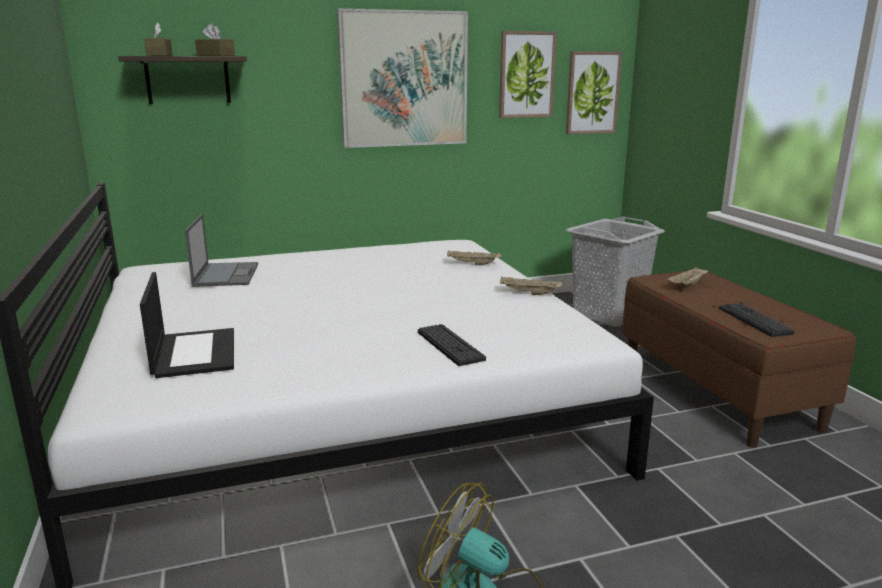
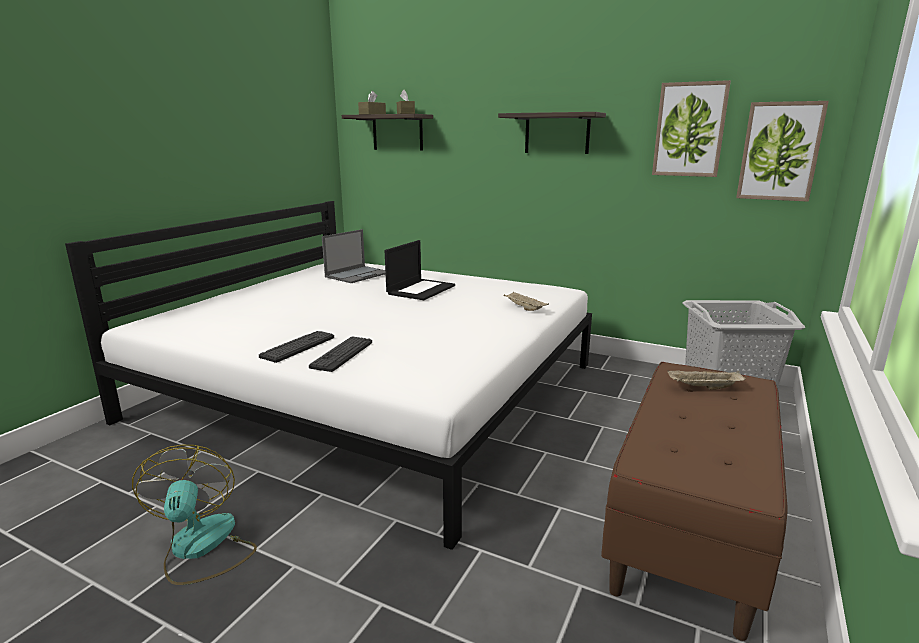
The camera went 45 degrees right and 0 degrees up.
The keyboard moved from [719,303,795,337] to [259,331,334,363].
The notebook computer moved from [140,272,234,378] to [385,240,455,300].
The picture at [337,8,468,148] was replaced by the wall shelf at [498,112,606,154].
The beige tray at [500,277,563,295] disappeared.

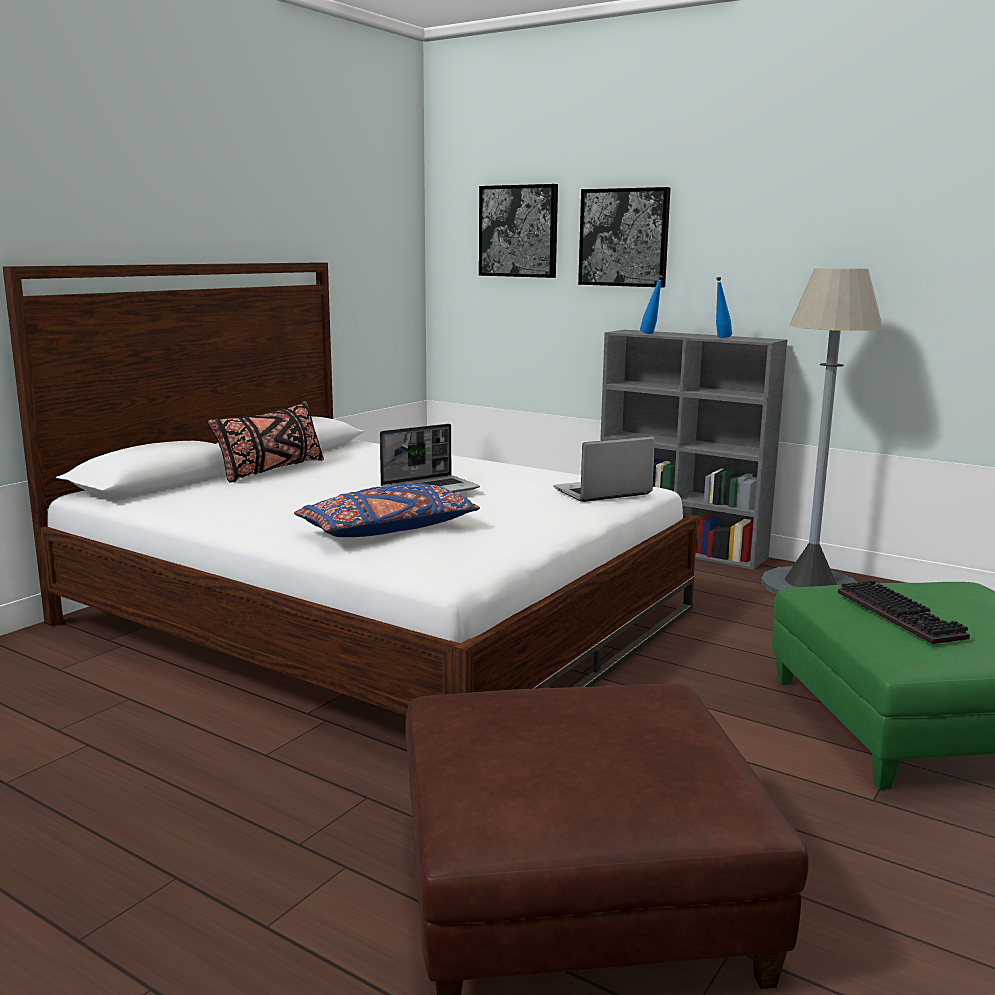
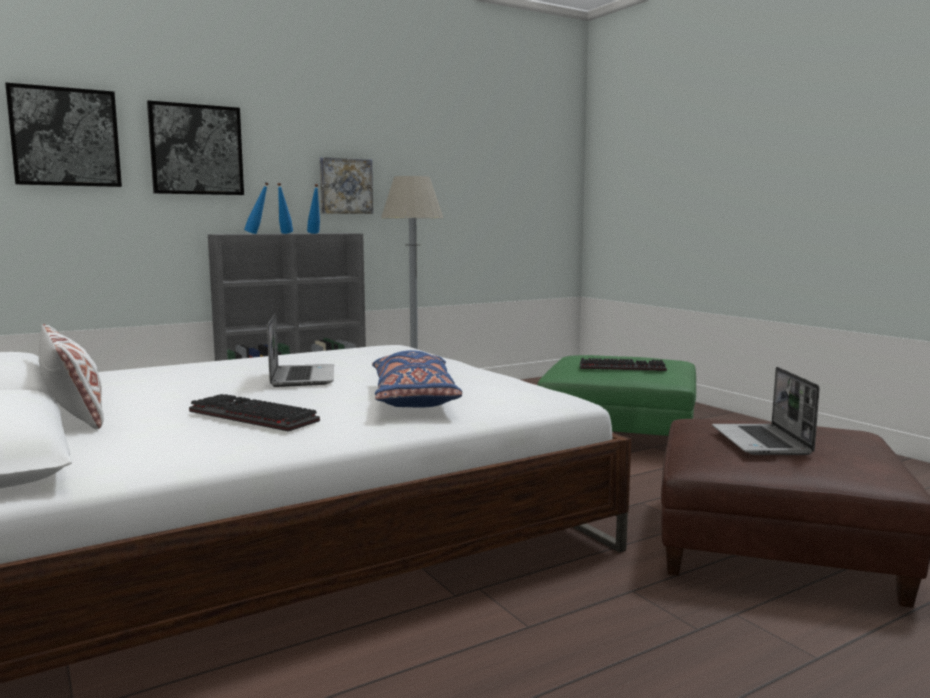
The camera went 65 degrees left and 5 degrees down.
The black throw pillow at [208,401,324,483] became the white-coloured throw pillow at [38,324,104,429].
The keyboard at [189,394,320,432] appeared.
The blue-coloured beverage bottle at [277,183,293,234] appeared.
The picture at [320,157,373,214] appeared.
The notebook computer moved from [553,436,655,502] to [712,367,820,455].

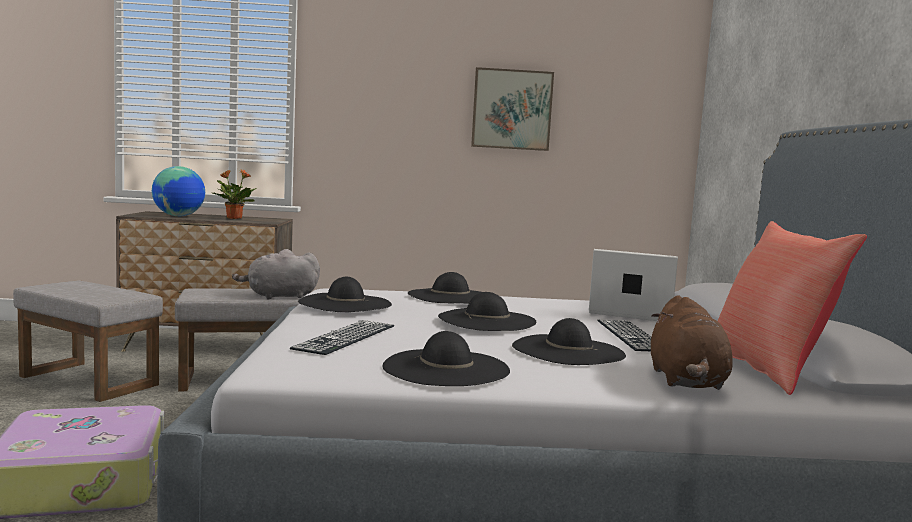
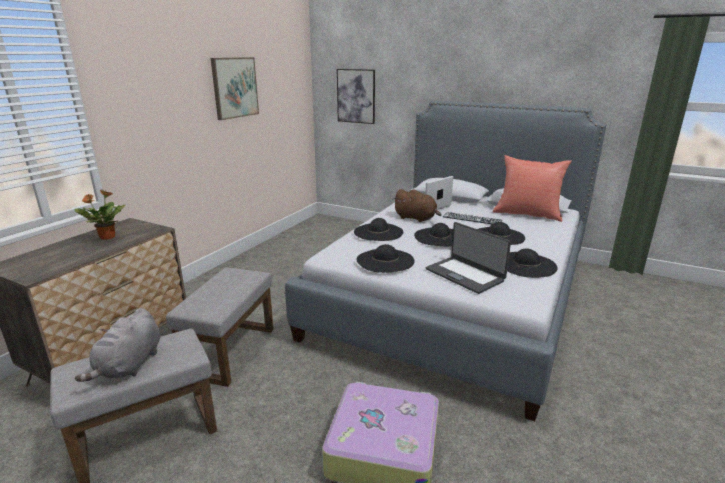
The camera went 60 degrees left and 15 degrees up.
The greyish cuddly toy moved from [232,249,320,299] to [75,308,160,382].
The picture at [337,69,375,124] appeared.
The brown-coloured cuddly toy moved from [651,295,733,390] to [393,189,442,222].
The keyboard at [290,320,394,355] was replaced by the notebook computer at [426,222,511,294].
The desk globe at [152,166,205,216] disappeared.

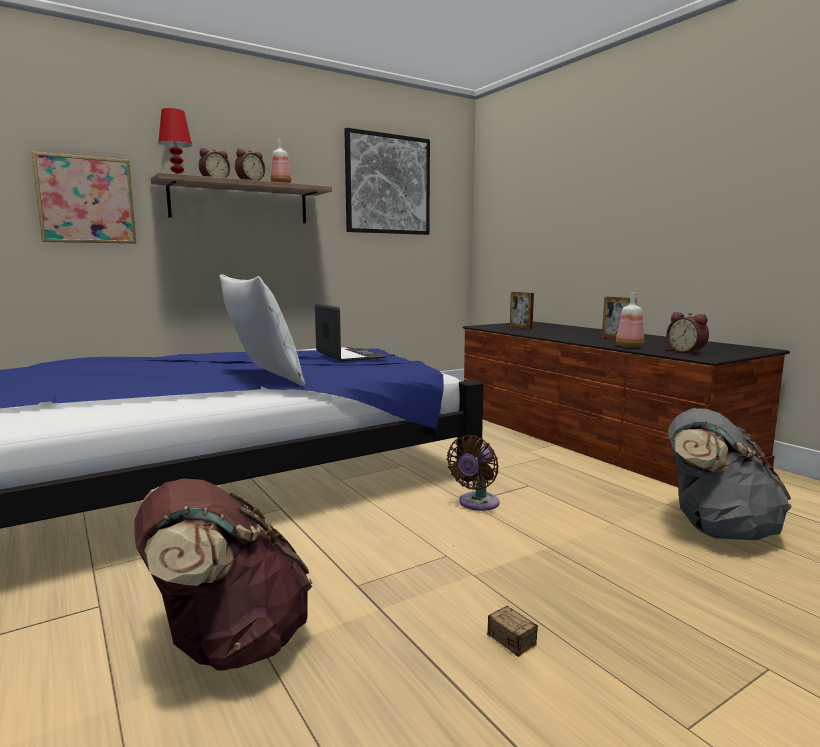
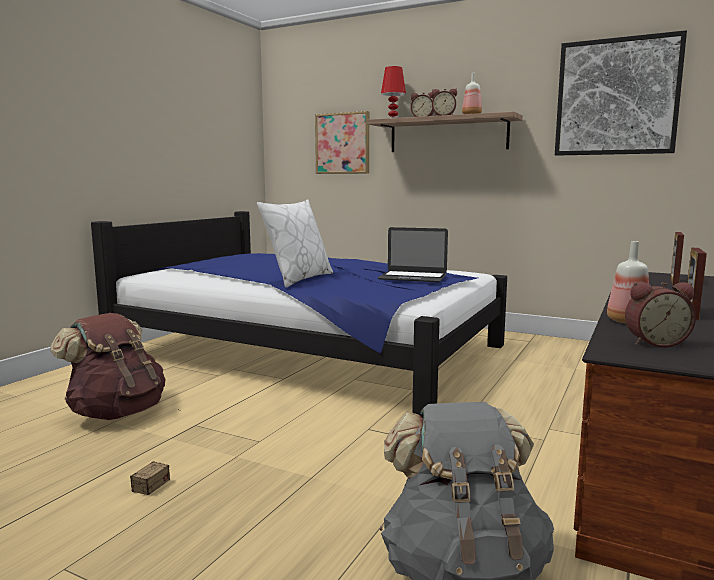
The camera went 60 degrees right and 0 degrees up.
The notebook computer at [315,303,387,361] turned 75 degrees clockwise.
The table clock at [666,312,709,354] turned 120 degrees counterclockwise.
The brown-coloured cooling fan at [447,435,500,511] disappeared.

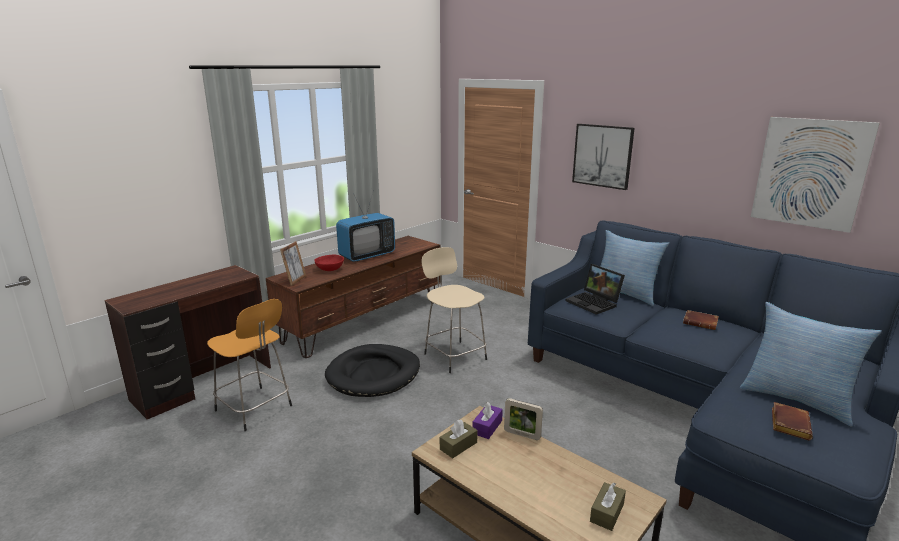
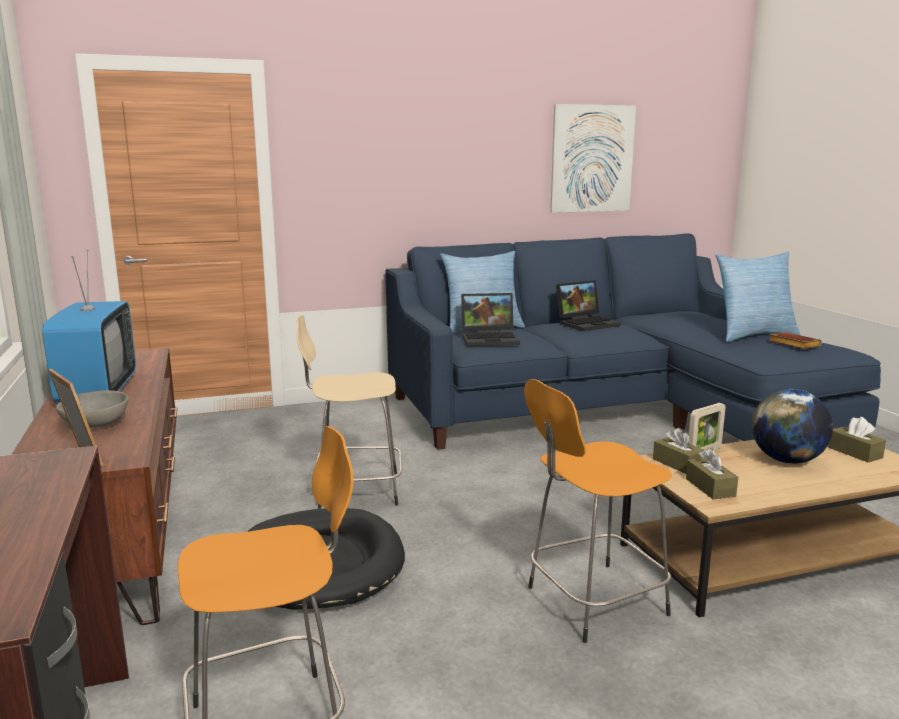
The camera went 60 degrees left and 5 degrees down.
The reddish deep dish at [314,255,344,271] became the greyish deep dish at [56,390,129,428].
The orangey stool at [524,379,672,643] appeared.
The brown-coloured book at [683,310,719,330] was replaced by the notebook computer at [556,280,621,331].
The purplish box of tissues at [472,402,503,439] became the brown-coloured box of tissues at [653,428,706,474].
The desk globe at [751,389,833,464] appeared.
The picture at [572,124,635,190] disappeared.

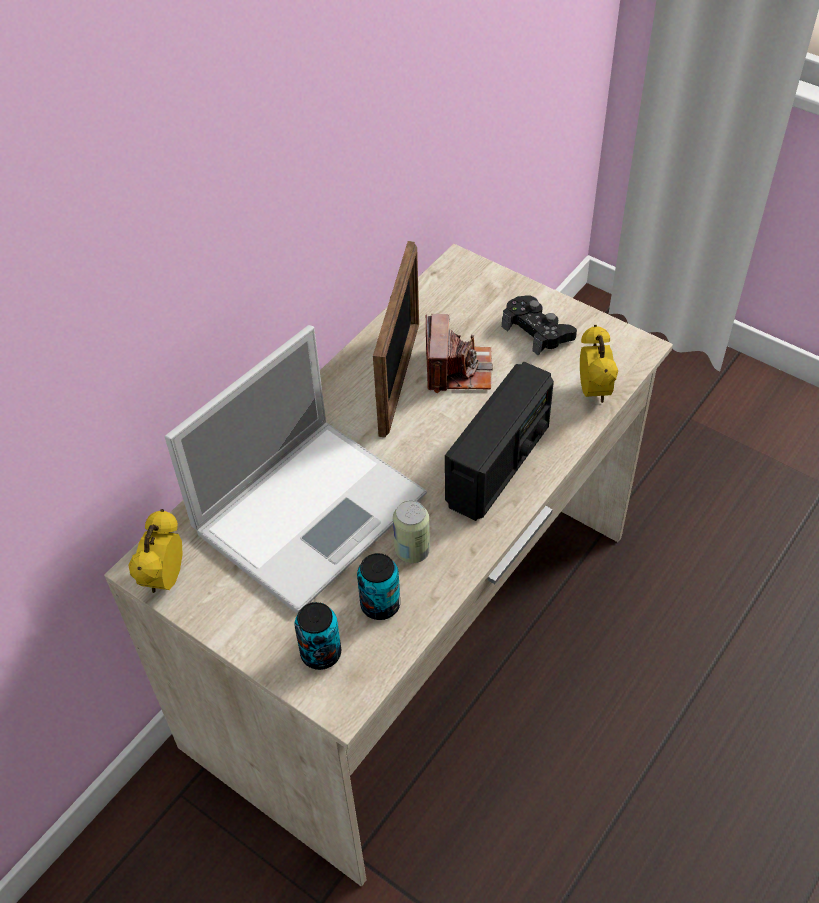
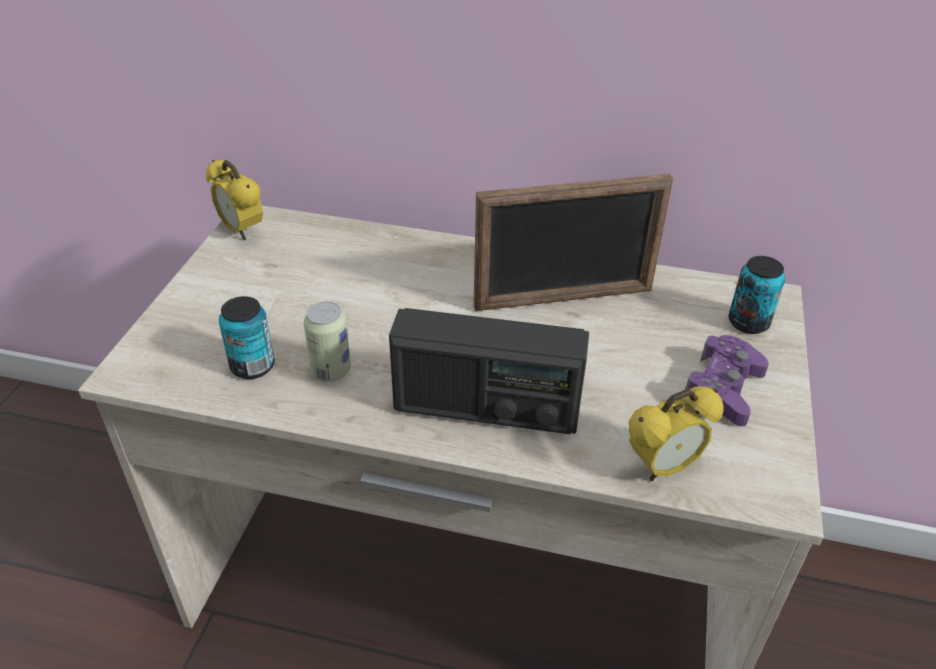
The camera went 65 degrees right and 10 degrees down.
The table clock at [129,509,183,593] turned 120 degrees counterclockwise.
The black gamepad at [502,295,577,356] became the purplish gamepad at [684,335,769,426].
The metal can moved from [294,602,341,670] to [728,256,785,334].
The notebook computer at [165,325,427,614] disappeared.
The photo camera at [426,314,493,393] disappeared.

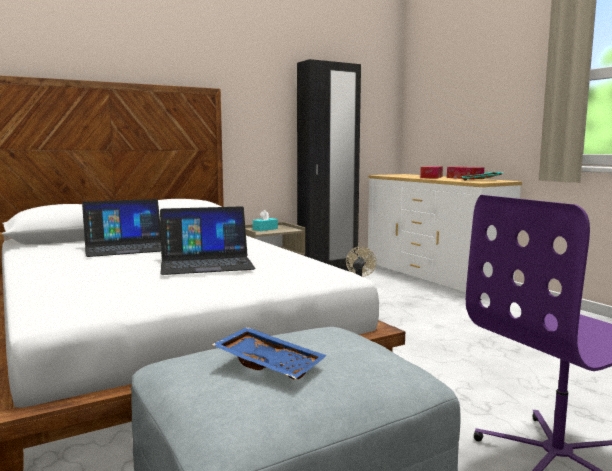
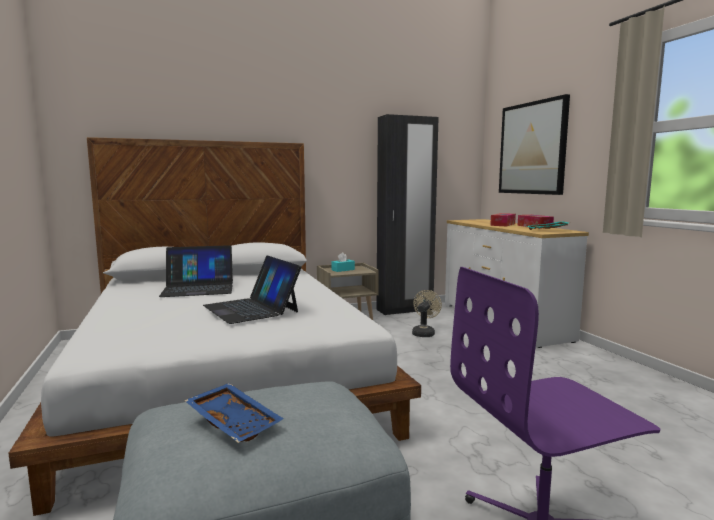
The camera went 10 degrees right and 0 degrees up.
The notebook computer at [160,206,256,275] turned 60 degrees clockwise.
The picture at [499,94,570,195] appeared.

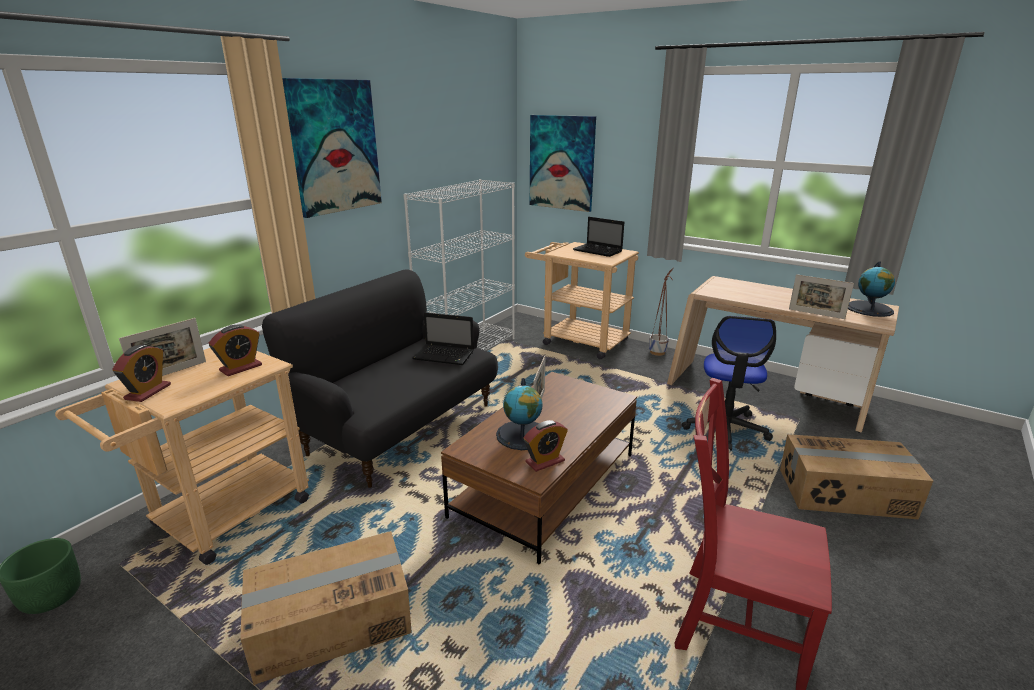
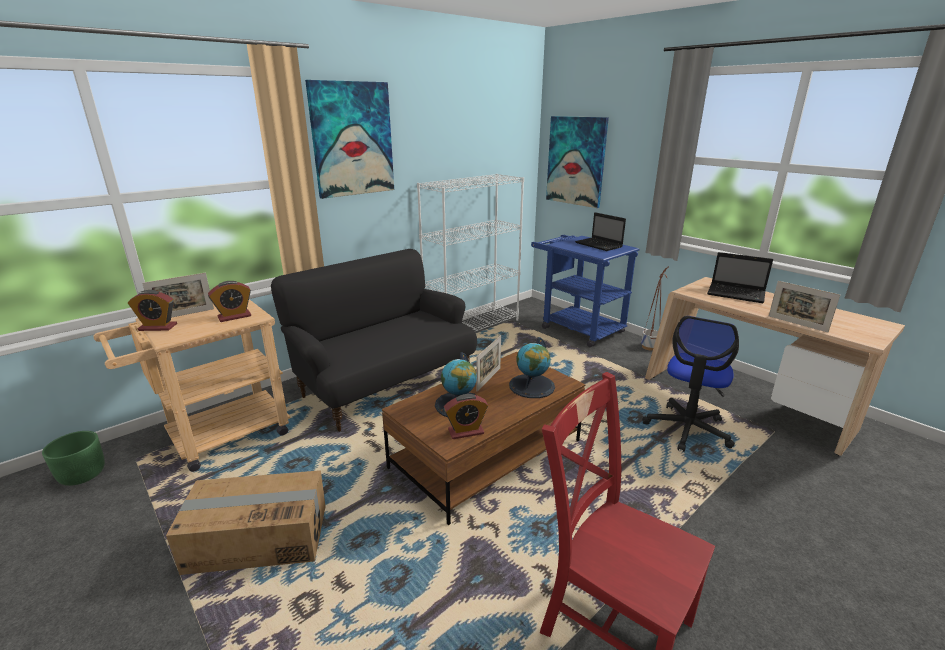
The camera went 15 degrees right and 0 degrees up.
The table clock at [112,345,171,402] turned 60 degrees clockwise.
The desk globe moved from [848,261,895,317] to [509,337,555,398].
The beige wheeled cart at [525,242,639,359] became the blue-coloured wheeled cart at [531,235,639,347].
The notebook computer moved from [412,312,474,365] to [707,252,773,303].
The cardboard box at [780,434,933,520] disappeared.

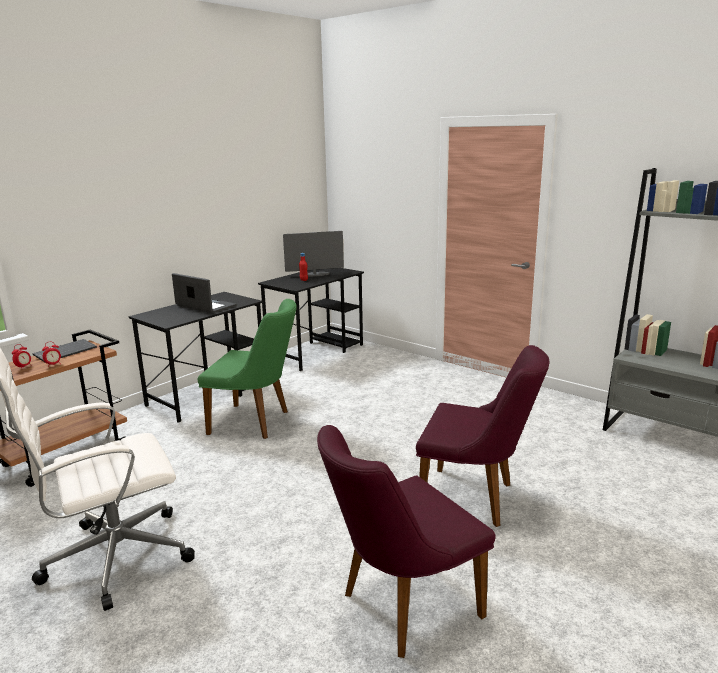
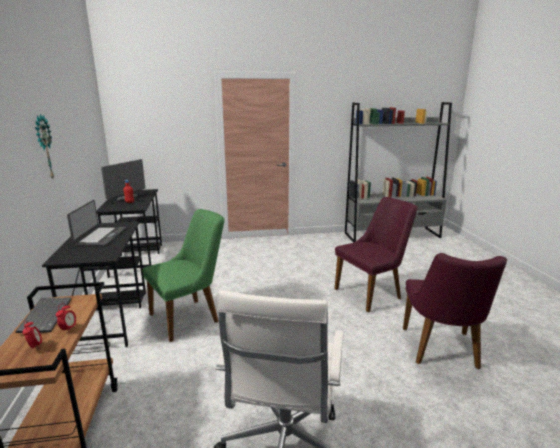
The camera went 50 degrees left and 0 degrees up.
The clock on the wall at [35,114,54,179] appeared.
The notebook computer at [172,273,236,313] turned 105 degrees clockwise.

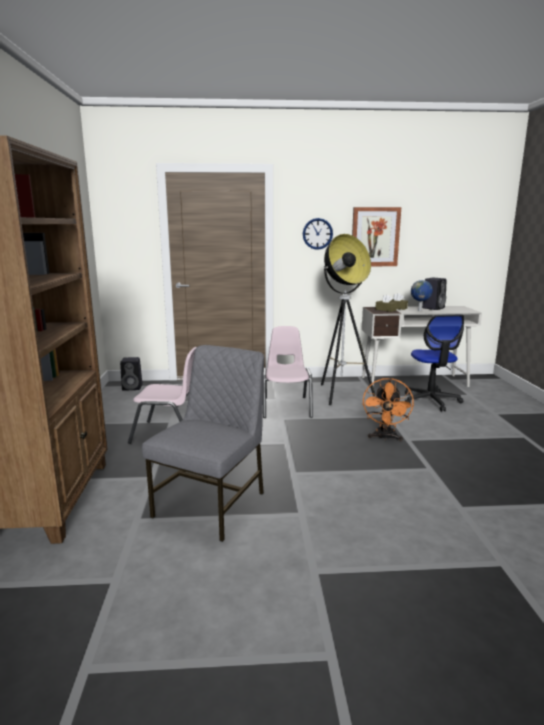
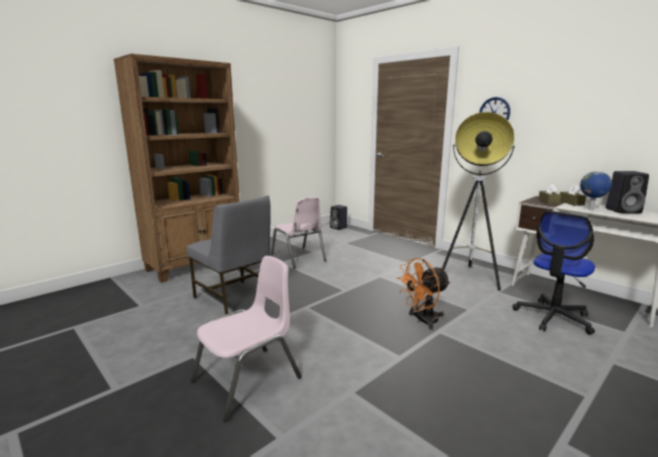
The camera went 50 degrees right and 0 degrees up.
The greyish plain chair at [142,345,264,542] turned 60 degrees clockwise.
The pink-coloured plain chair moved from [263,326,313,418] to [190,256,302,421].
The picture at [352,207,401,266] disappeared.

